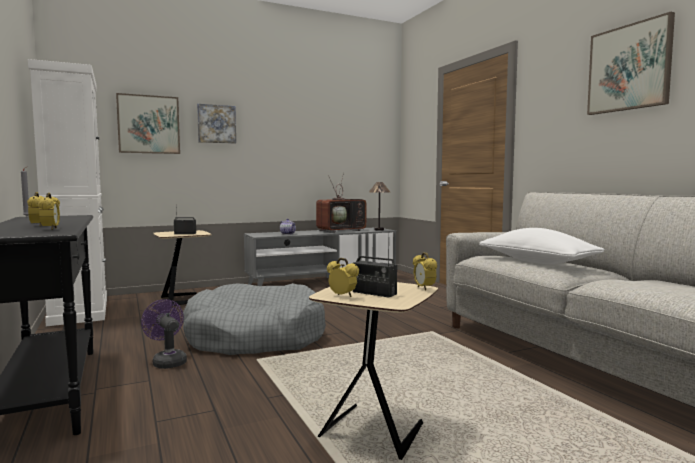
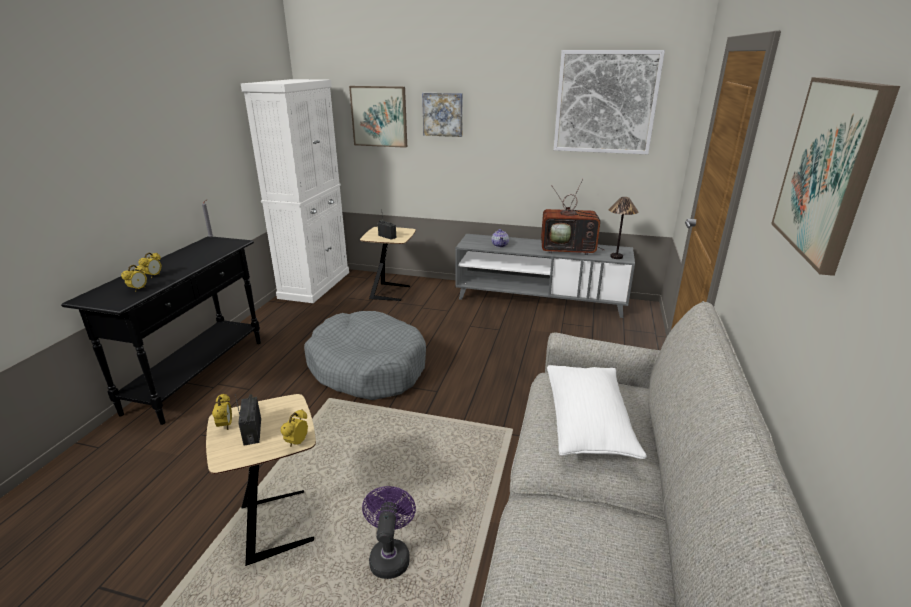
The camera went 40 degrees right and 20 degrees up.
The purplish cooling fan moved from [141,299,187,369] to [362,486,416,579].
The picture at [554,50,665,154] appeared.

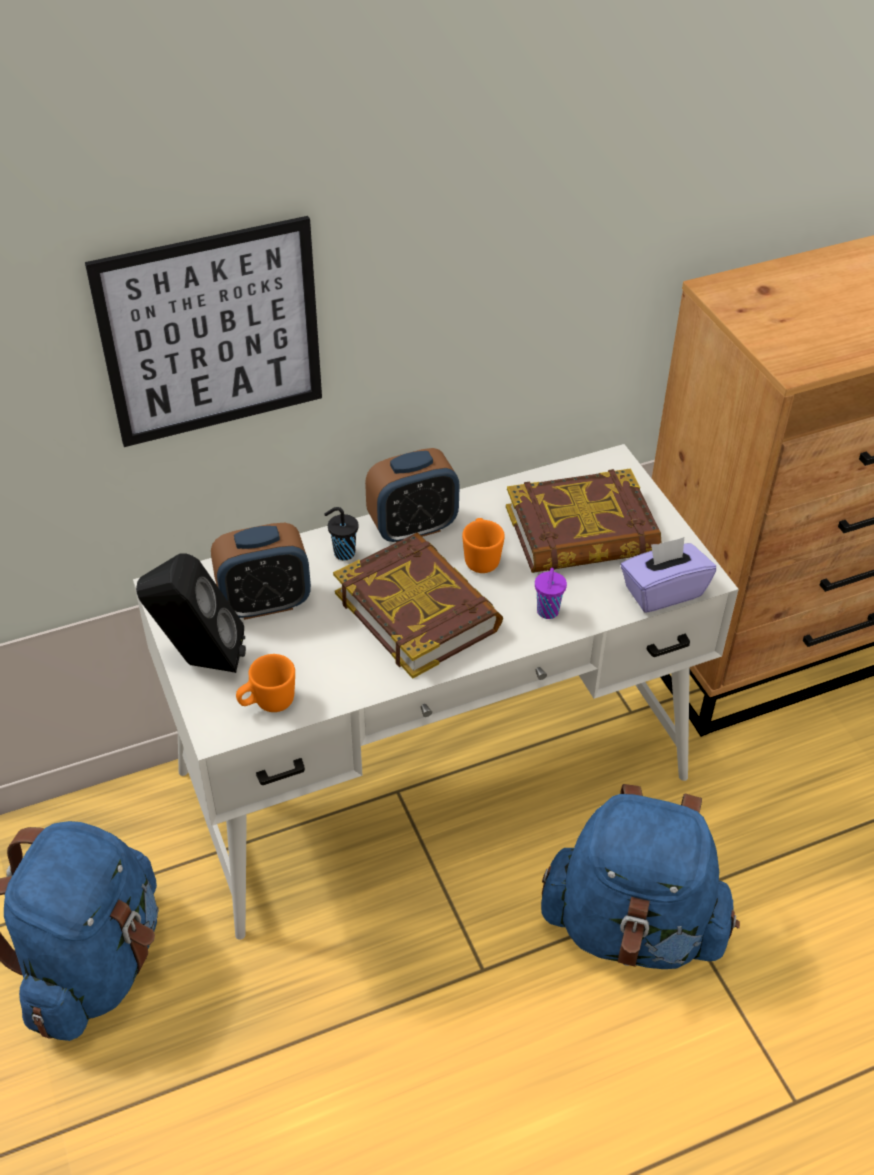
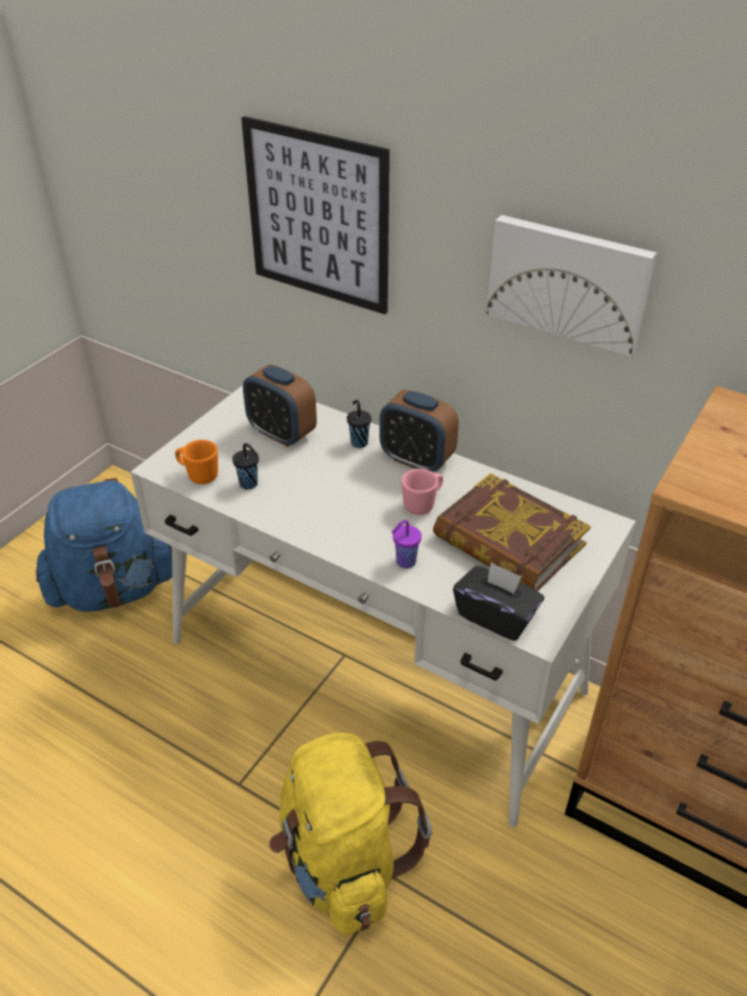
The camera went 55 degrees right and 5 degrees down.
The black drinking cup at [232,443,259,490] appeared.
The blue-coloured knapsack at [541,784,740,969] became the yellowish knapsack at [269,733,432,935].
The orangey tea mug at [462,518,505,573] became the pink-coloured tea mug at [401,469,443,515].
The purplish box of tissues at [621,537,716,613] became the black box of tissues at [453,562,544,641].
The picture at [487,215,657,356] appeared.
The black audio speaker at [136,553,246,673] disappeared.
The book at [333,532,503,679] disappeared.

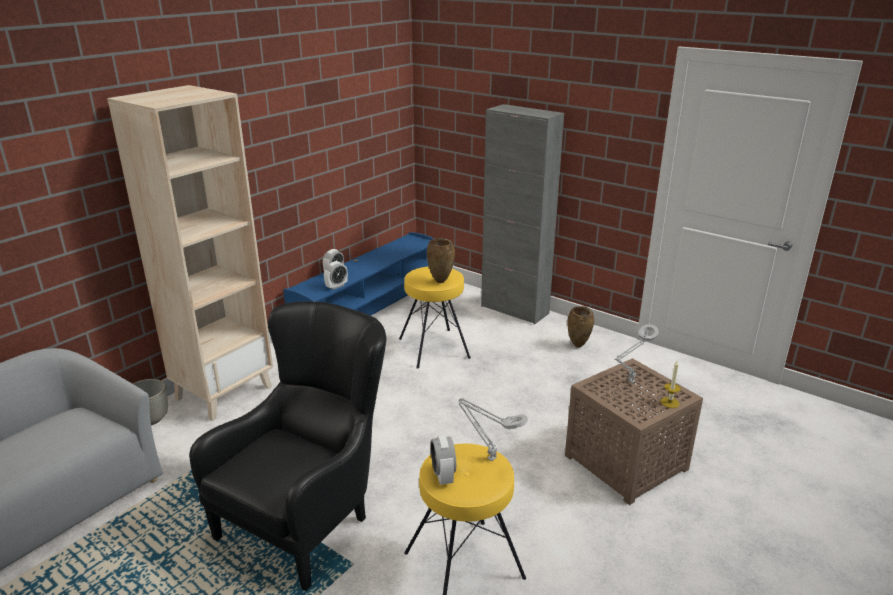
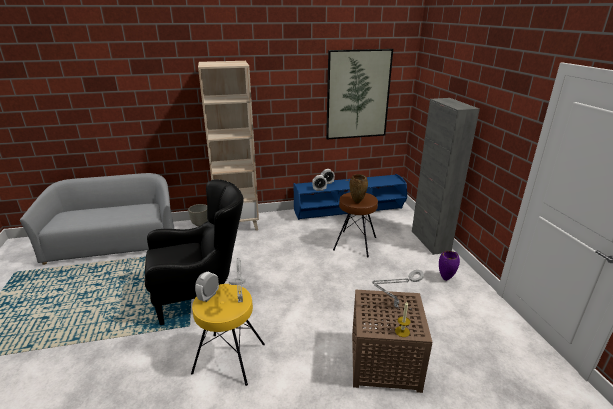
The camera went 40 degrees right and 0 degrees up.
The picture at [326,49,393,139] appeared.
The yellowish stool at [399,266,471,369] became the brown-coloured stool at [333,192,378,257].
The brown-coloured vase at [567,306,594,348] became the purplish vase at [439,251,460,281].

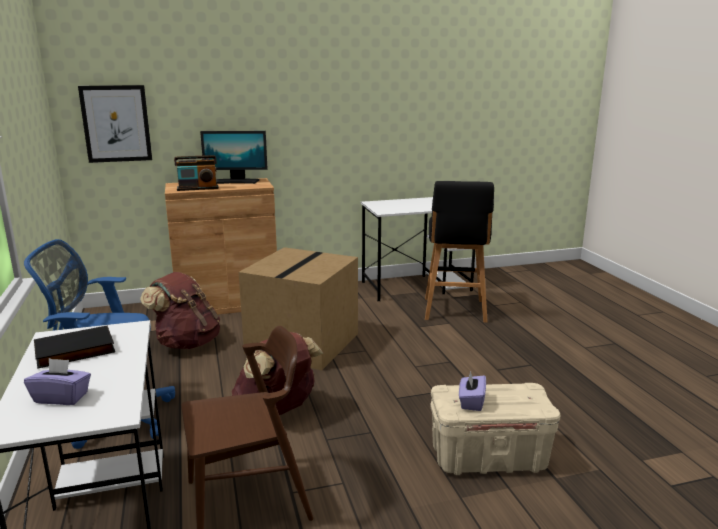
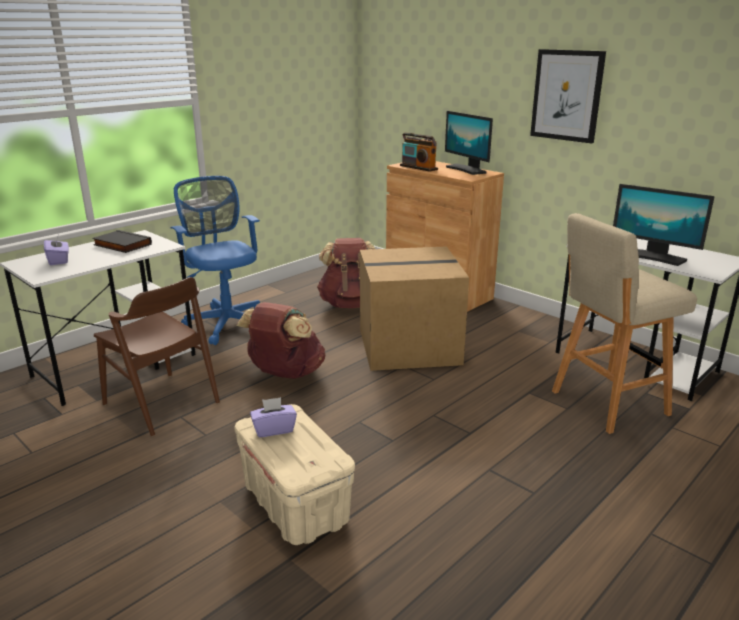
The camera went 60 degrees right and 5 degrees up.
The picture moved from [78,85,152,163] to [530,49,606,144].
The black stool at [425,181,494,323] became the beige stool at [552,213,697,434].
The monitor at [613,184,715,266] appeared.

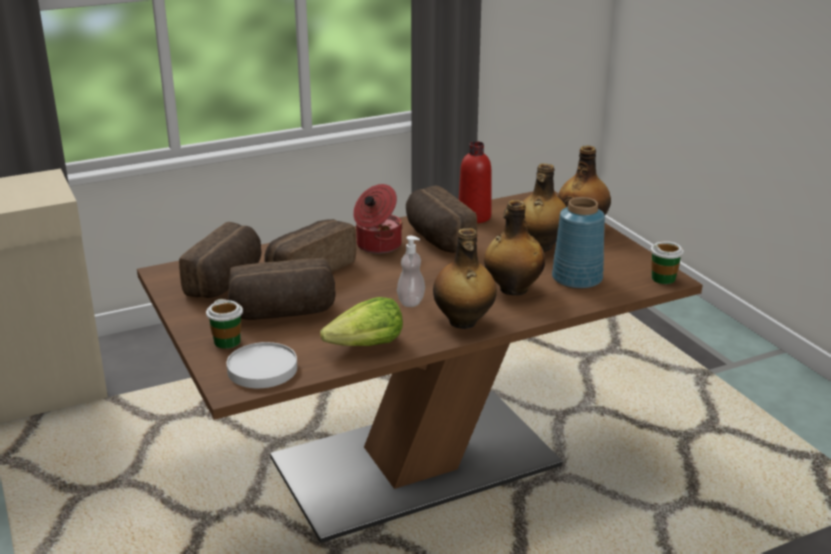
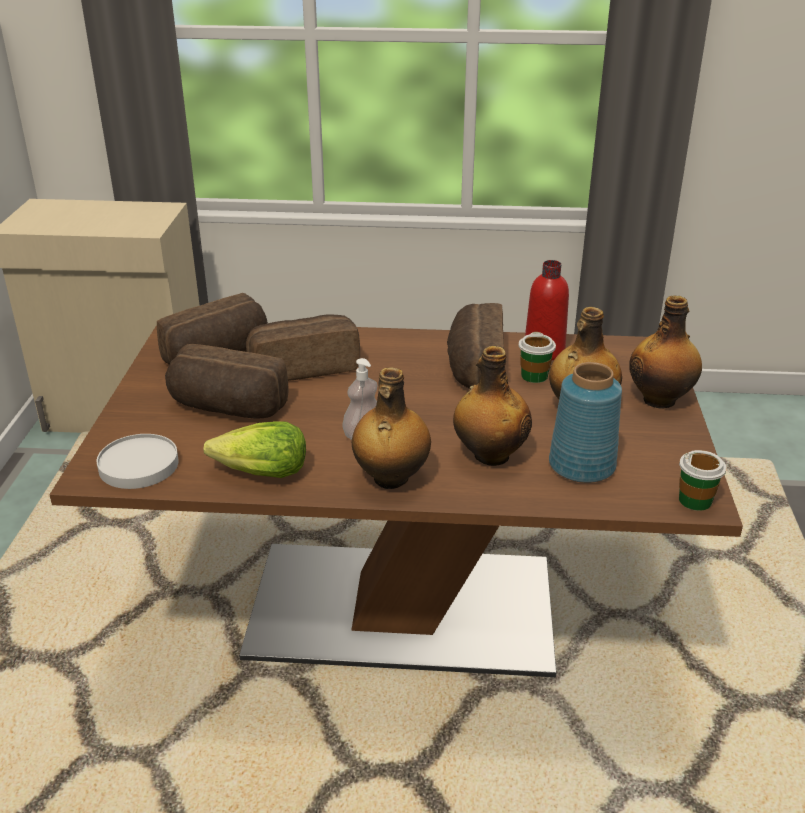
The camera went 30 degrees right and 5 degrees up.
The drinking cup moved from [206,299,243,349] to [519,332,556,383].
The saucepot at [353,184,403,254] disappeared.

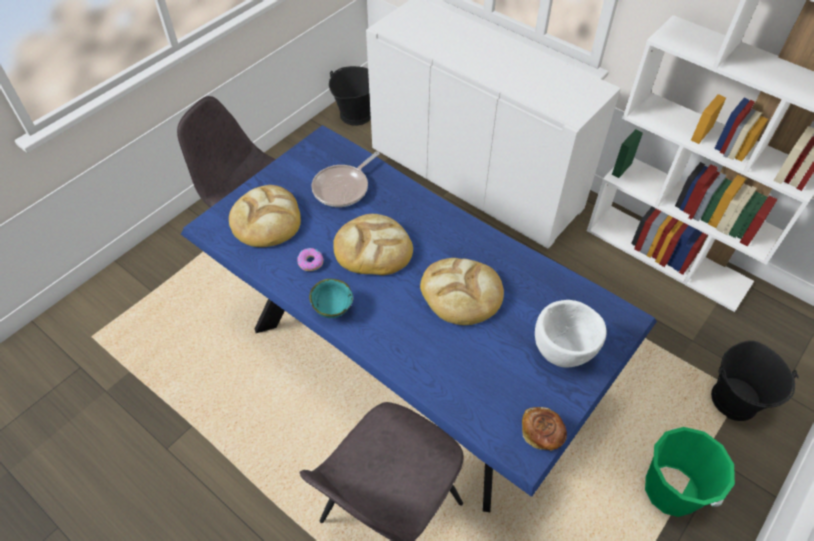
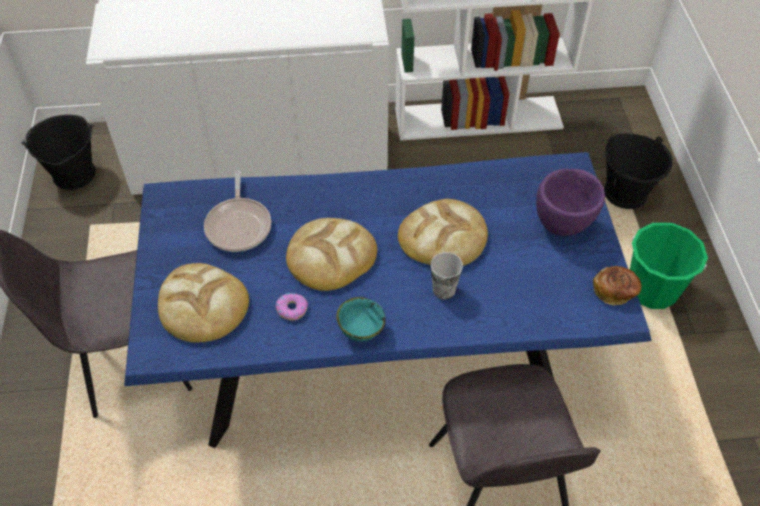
The camera went 45 degrees left and 0 degrees up.
The drinking cup at [431,252,463,299] appeared.
The white-coloured deep dish at [535,300,607,367] became the purplish deep dish at [536,169,605,236].

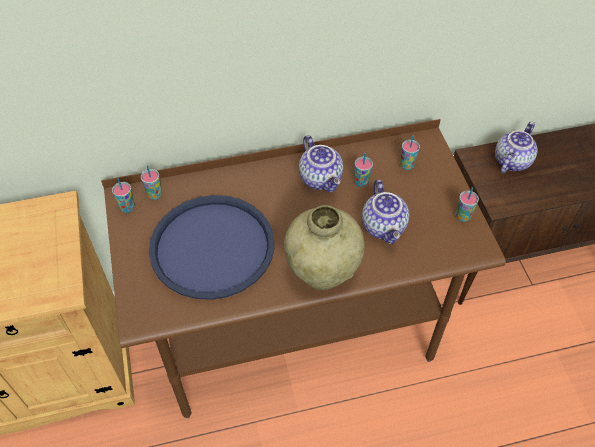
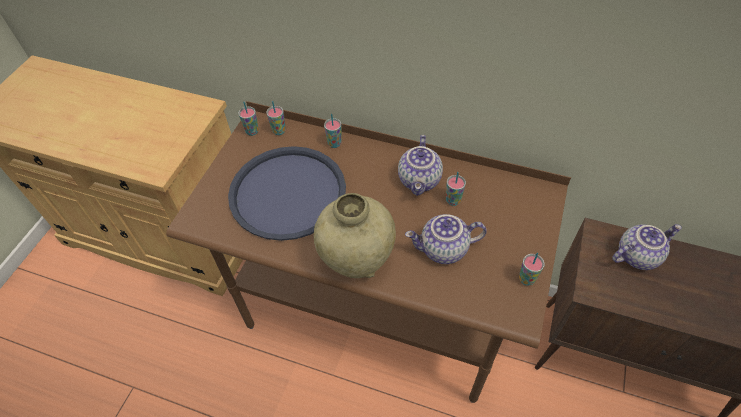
The camera went 35 degrees right and 0 degrees up.
The drinking cup moved from [400,136,420,170] to [324,114,342,148].
The tea pot at [362,180,409,244] turned 60 degrees clockwise.

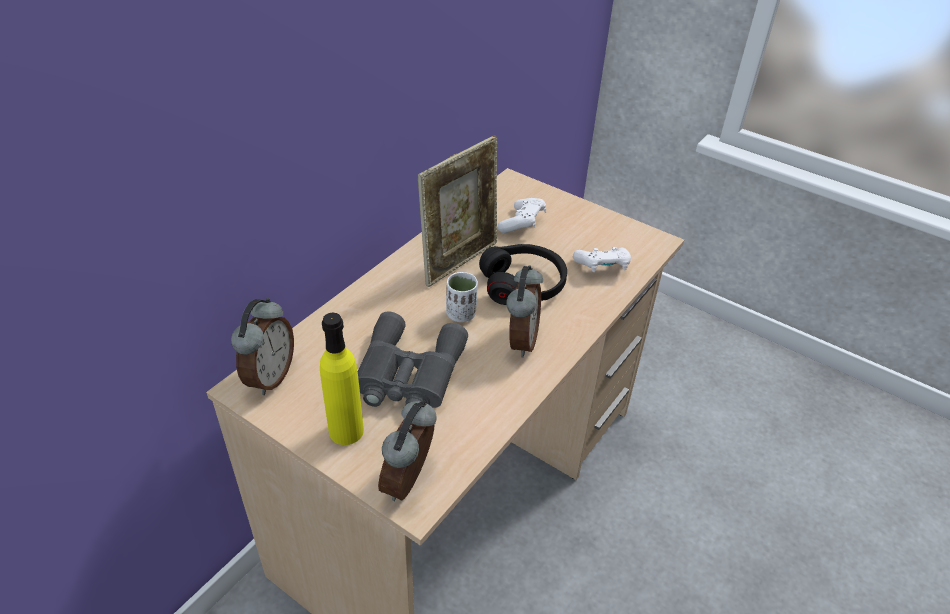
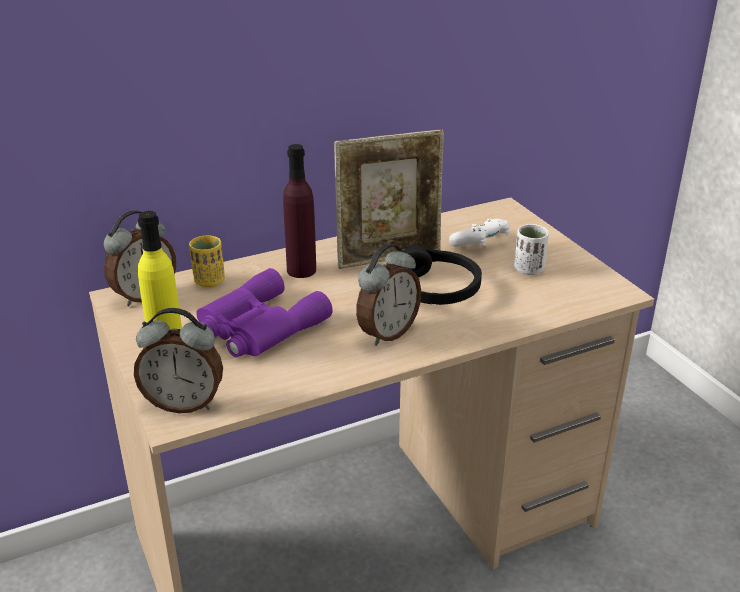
The camera went 30 degrees right and 10 degrees down.
The table clock at [378,400,437,501] turned 135 degrees counterclockwise.
The yellowish drinking cup at [189,235,225,288] appeared.
The greyish pair of binoculars at [358,311,468,408] became the purplish pair of binoculars at [196,268,333,357].
The purplish beverage bottle at [283,144,316,278] appeared.
The white-coloured drinking cup moved from [446,272,478,322] to [514,224,549,275].
The white-coloured gamepad at [573,247,631,272] disappeared.

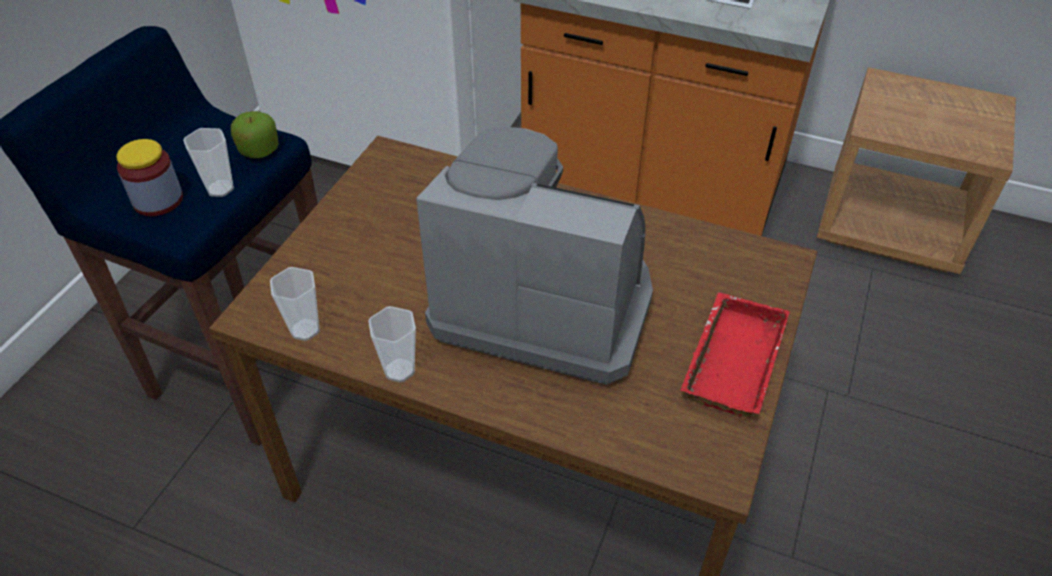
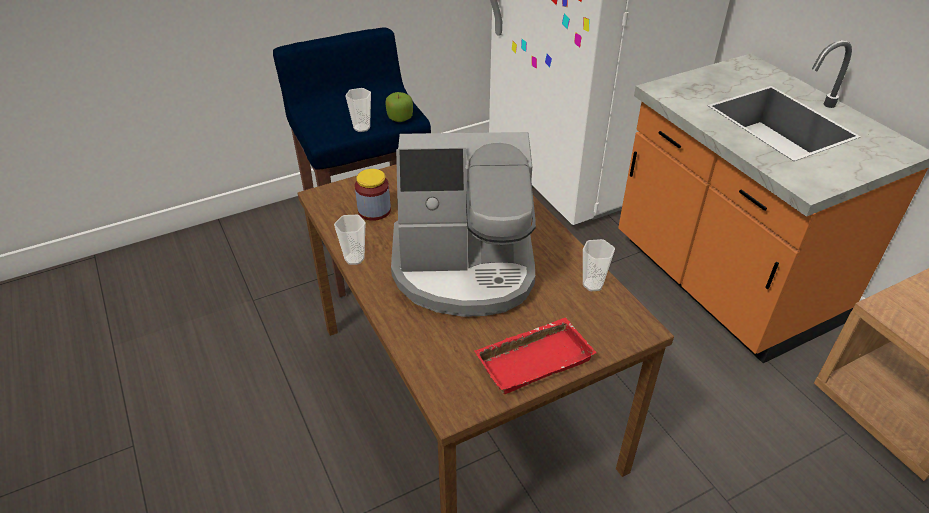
The camera went 40 degrees right and 5 degrees down.
The preserve jar moved from [116,139,183,216] to [355,169,391,221].
The coffee brewer at [416,127,653,385] turned 120 degrees clockwise.
The drinking cup moved from [270,267,320,341] to [583,239,615,291].

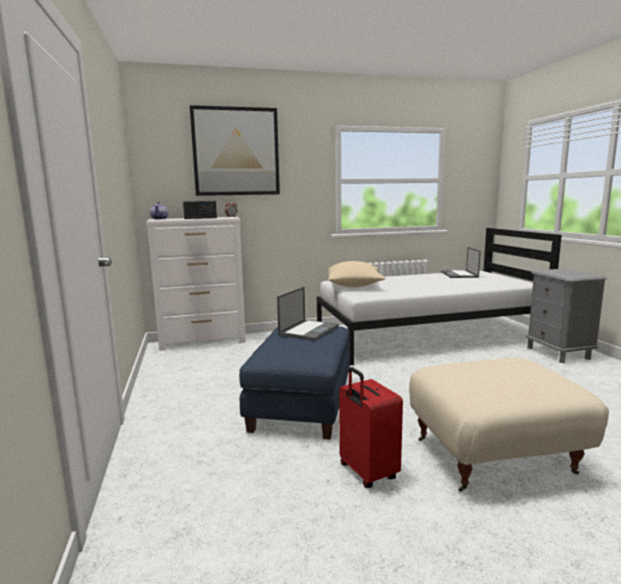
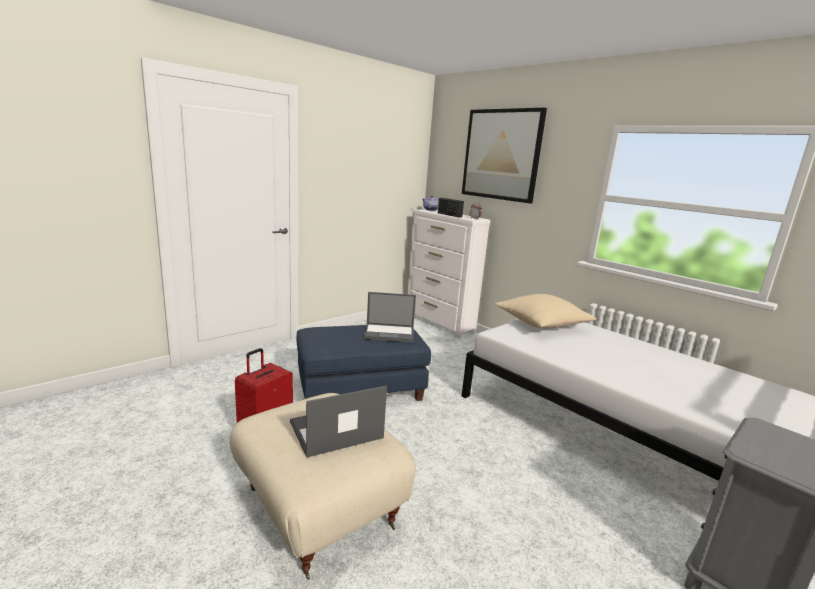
The camera went 60 degrees right and 5 degrees up.
The notebook computer moved from [441,247,481,278] to [290,386,387,458].

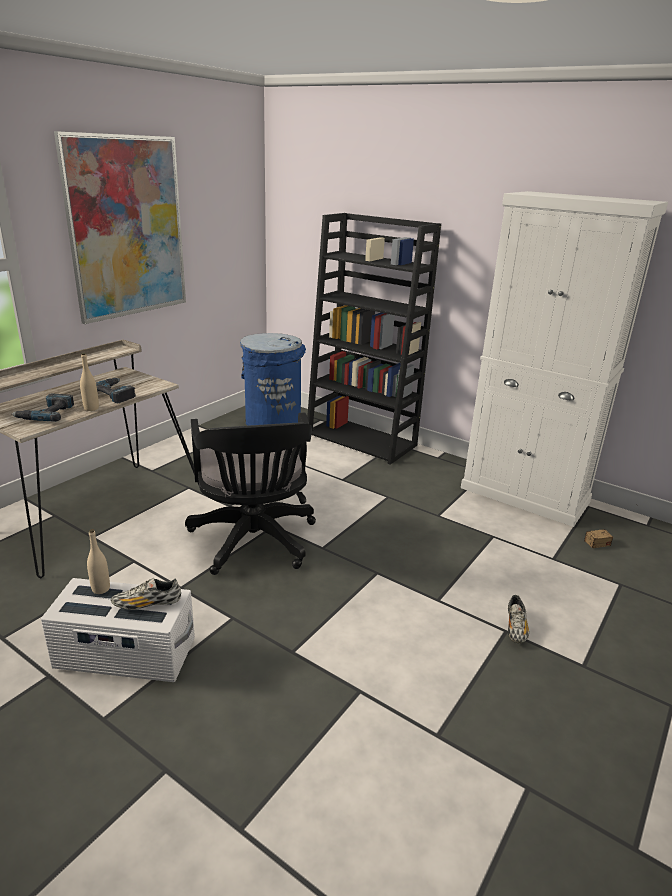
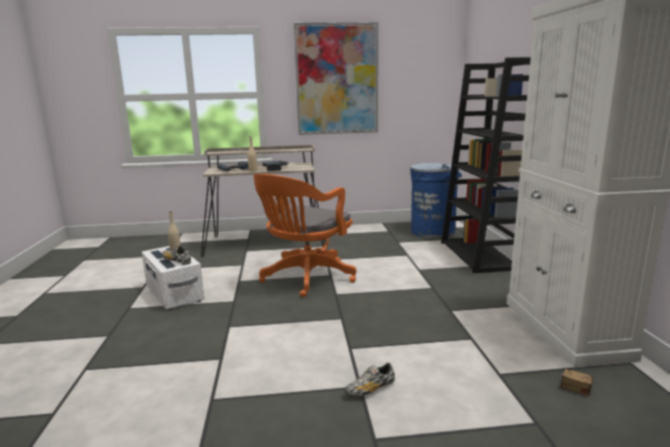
The camera went 50 degrees right and 10 degrees down.
The black desk chair at [185,412,316,575] became the orangey desk chair at [253,174,357,297].

